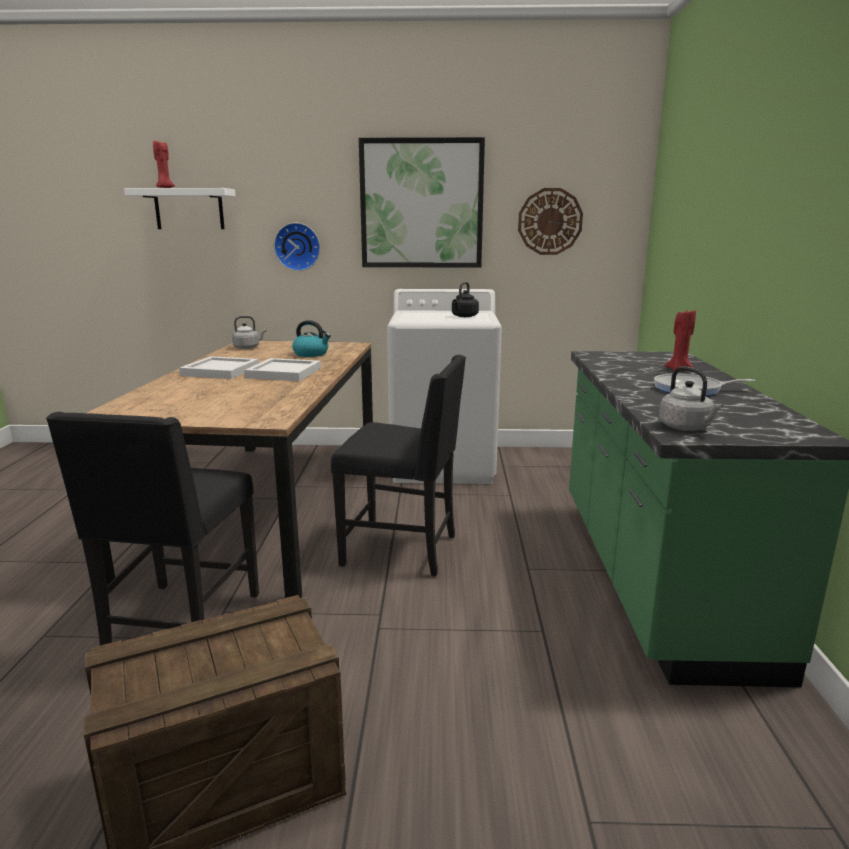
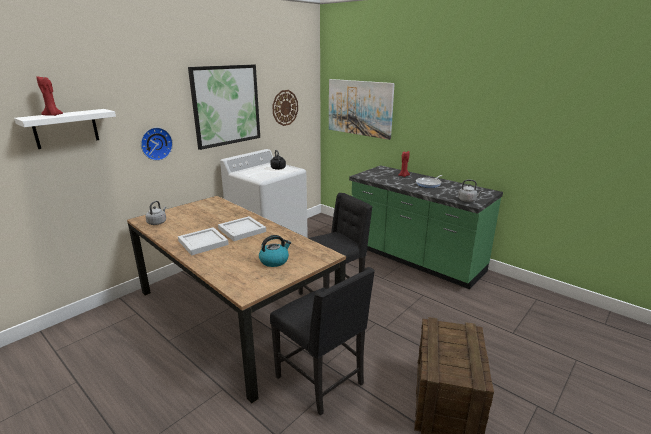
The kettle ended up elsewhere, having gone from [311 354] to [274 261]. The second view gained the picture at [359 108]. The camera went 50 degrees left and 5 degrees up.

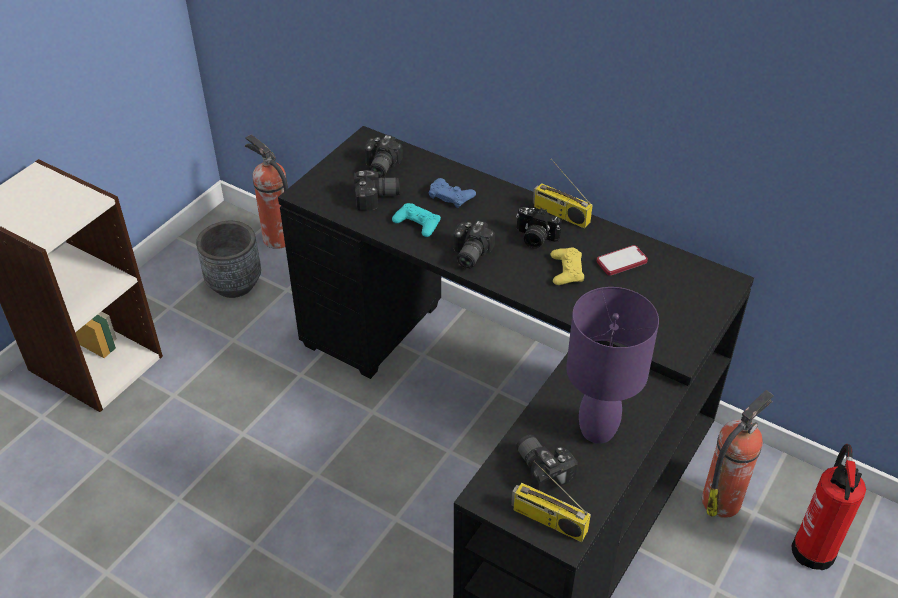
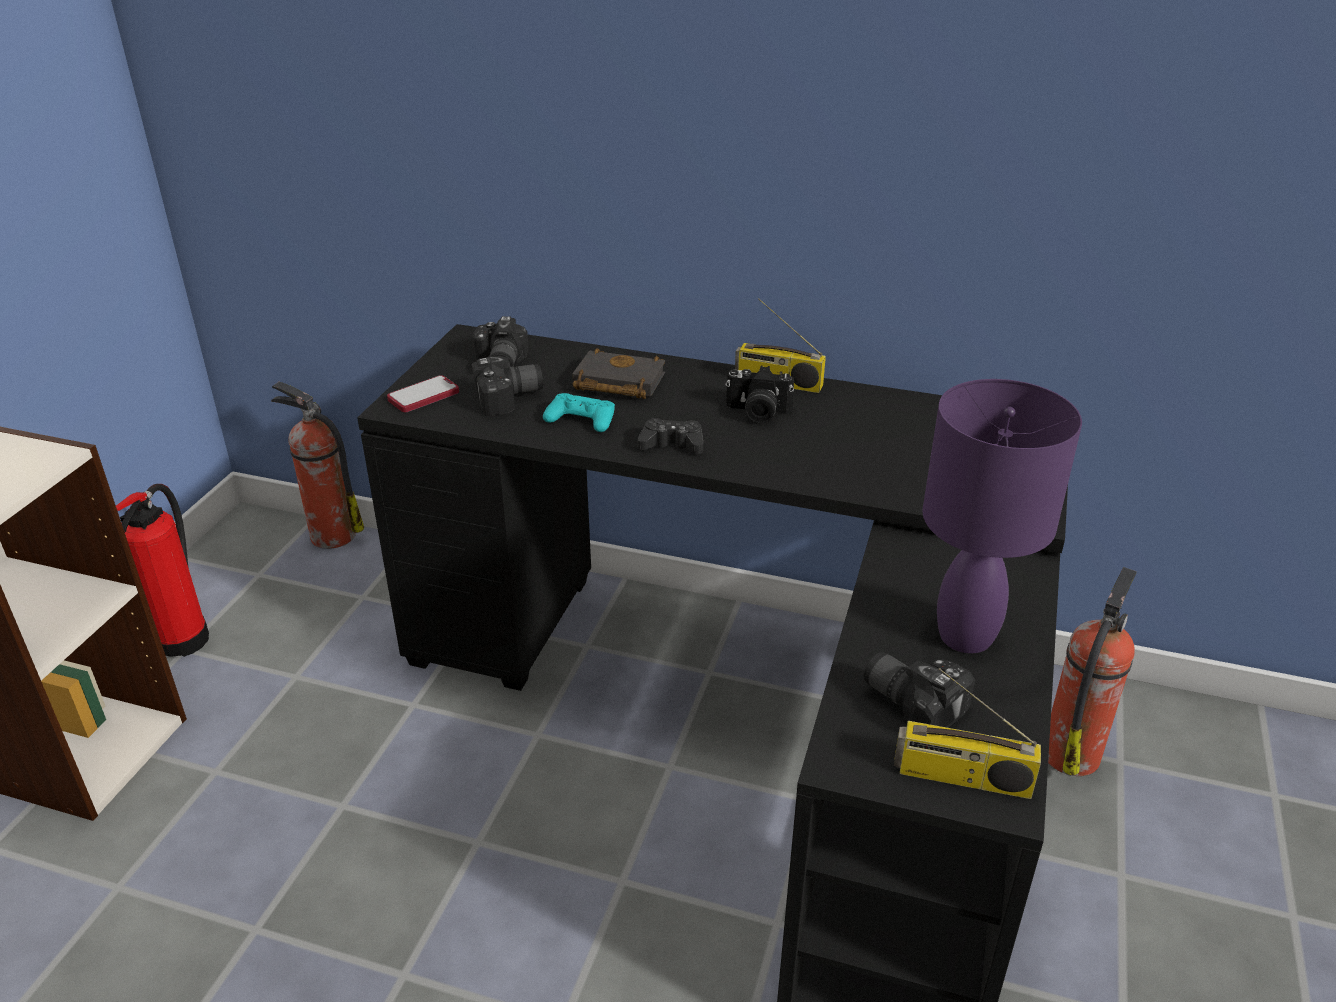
Where the blue game controller stood at [451 196], the black book came to stand at [616 382]. Where the photo camera stood at [468 254], the black game controller came to stand at [672 444]. The second view lost the grey planter at [234 284]. The phone ended up elsewhere, having gone from [621 261] to [423 396]. The second view lost the yellow game controller at [566 270]. The fire extinguisher ended up elsewhere, having gone from [814 547] to [185 636]. The camera went 15 degrees left and 10 degrees down.

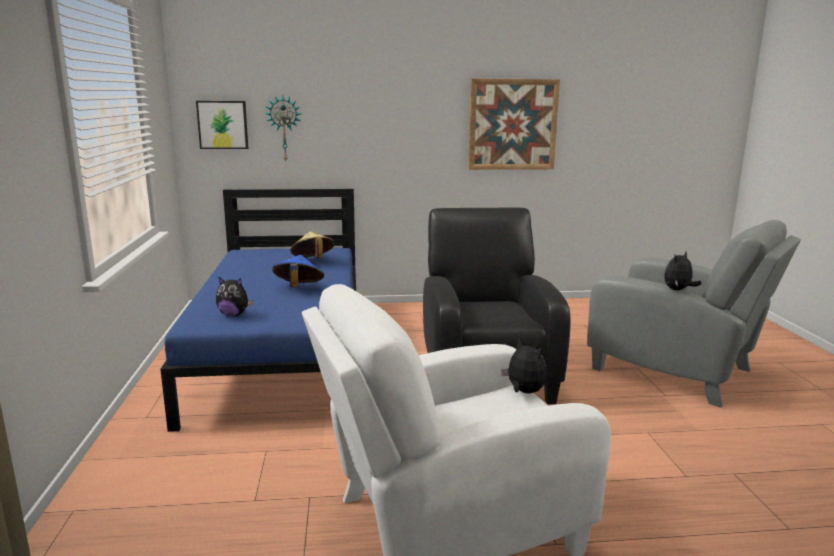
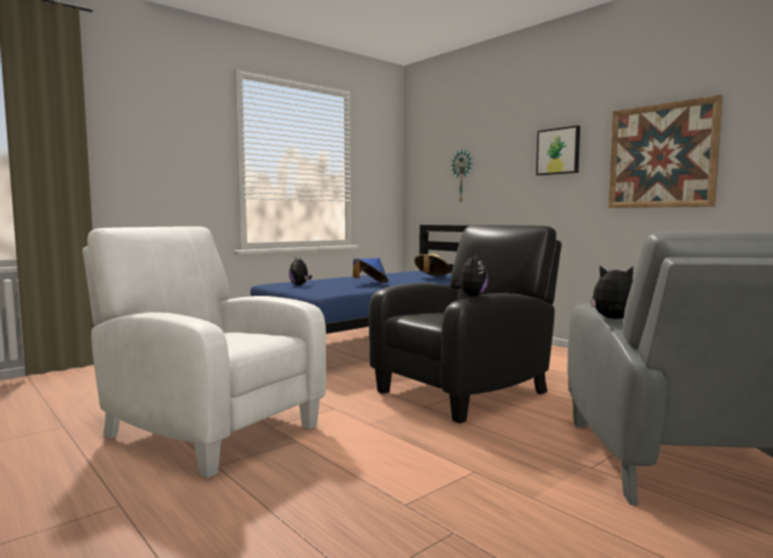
The picture ended up elsewhere, having gone from [223 124] to [558 151]. The plush toy ended up elsewhere, having gone from [524 392] to [471 296]. The camera went 55 degrees right and 10 degrees down.

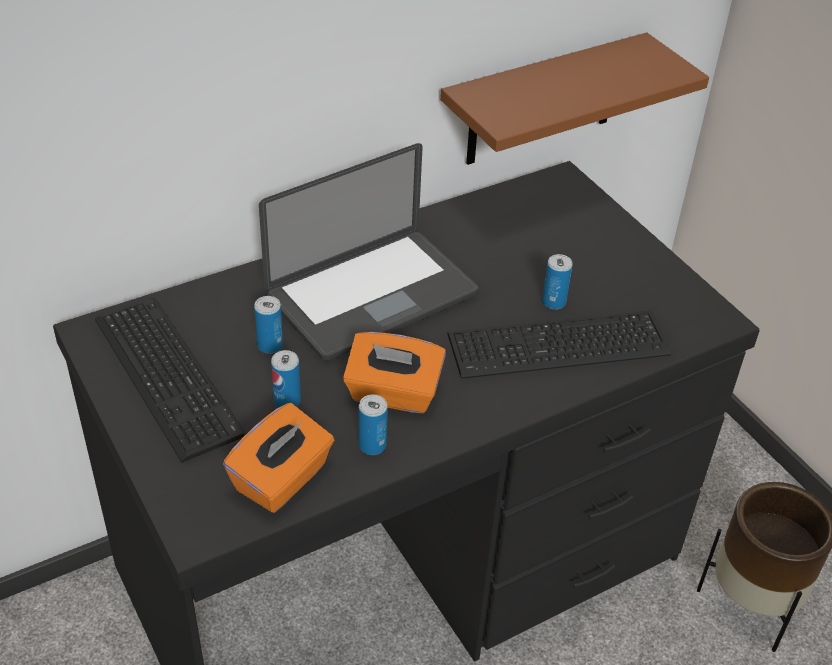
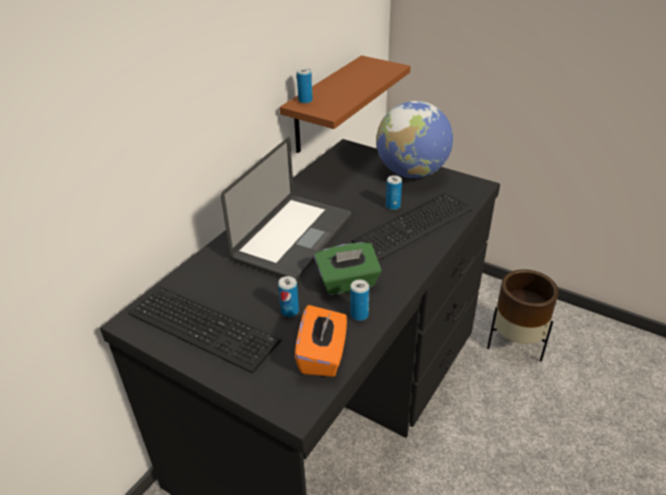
The can ended up elsewhere, having gone from [270 345] to [305 100]. What was the orange tissue box at [393 394] turned into the green tissue box at [348 283]. The second view gained the globe at [412 172]. The camera went 25 degrees left and 5 degrees down.

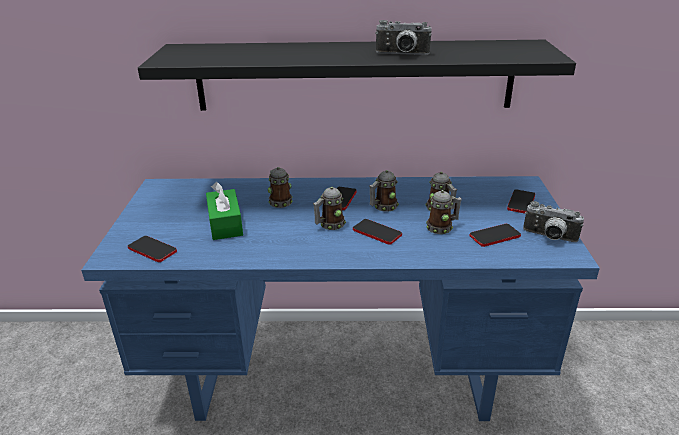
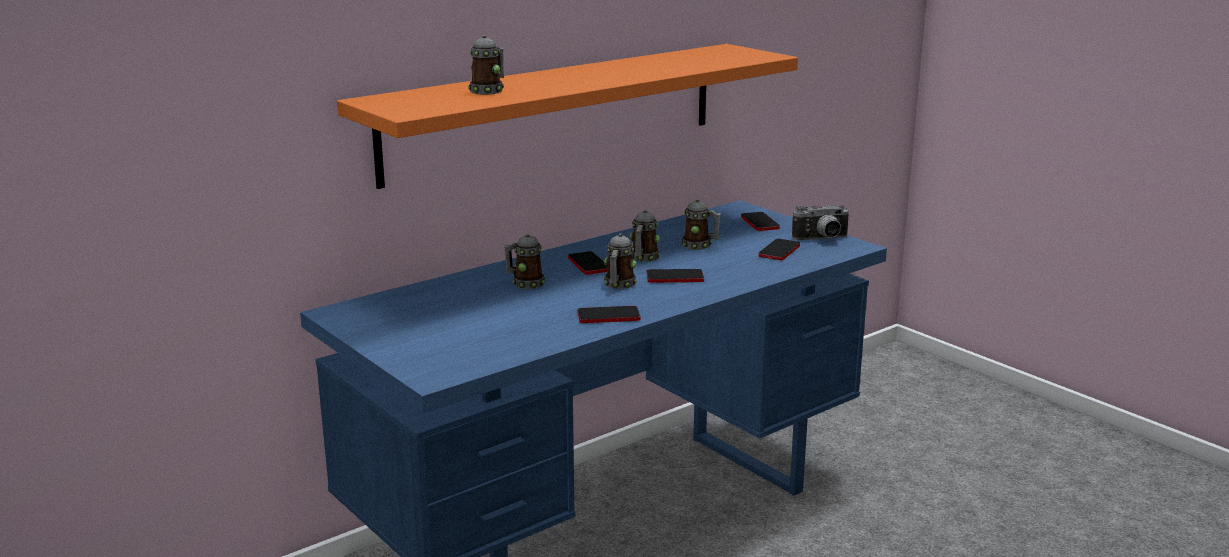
The second view lost the photo camera at [402 55]. What was the black shelf at [354 76] turned into the orange shelf at [555 111]. The second view lost the green tissue box at [225 224]. The mug ended up elsewhere, having gone from [442 227] to [489 90]. The phone ended up elsewhere, having gone from [152 250] to [608 316]. The camera went 40 degrees left and 10 degrees down.

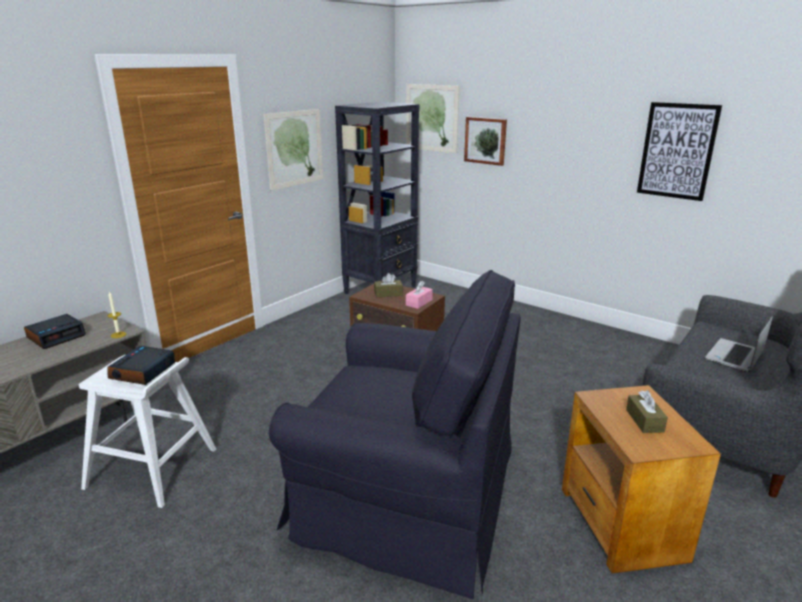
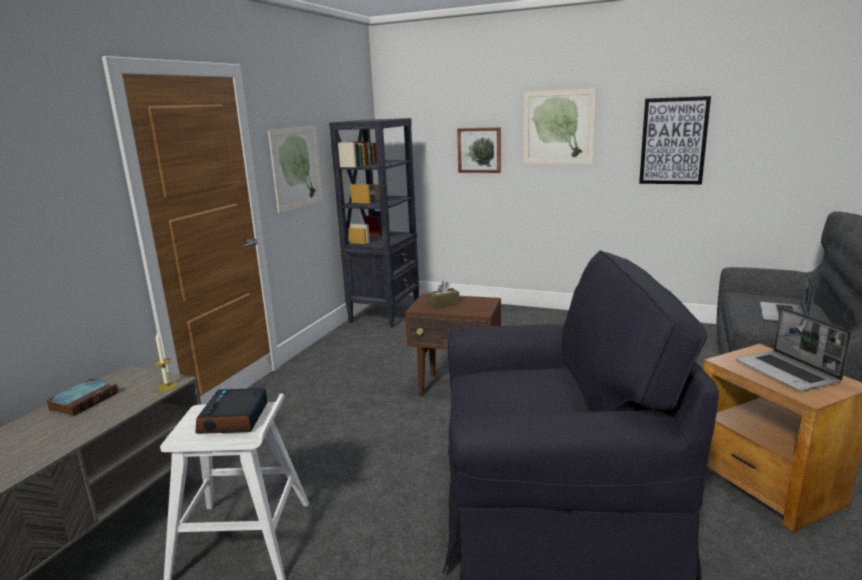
The picture ended up elsewhere, having gone from [431 118] to [558 127]. The second view lost the pink tissue box at [419 302]. Where the alarm clock stood at [57 336], the book came to stand at [84 400]. Where the brown tissue box stood at [644 420], the laptop came to stand at [788 372]. The camera went 15 degrees left and 5 degrees down.

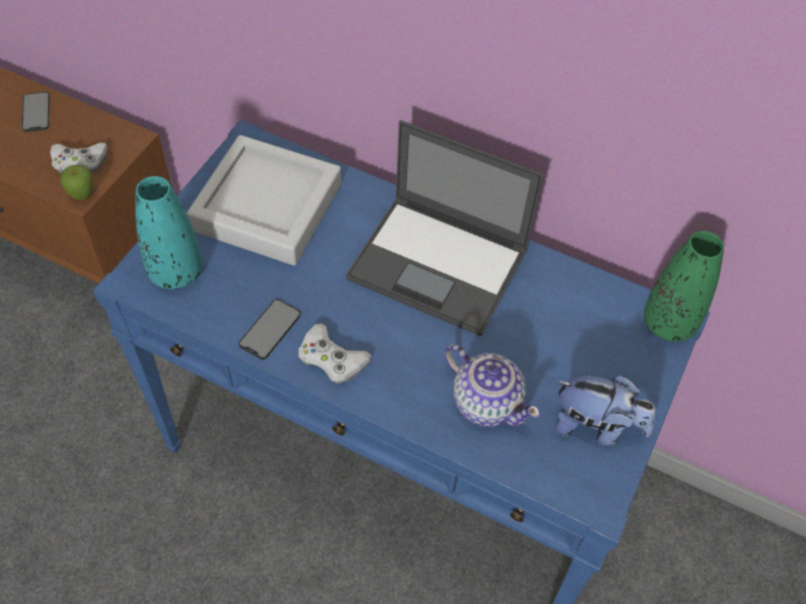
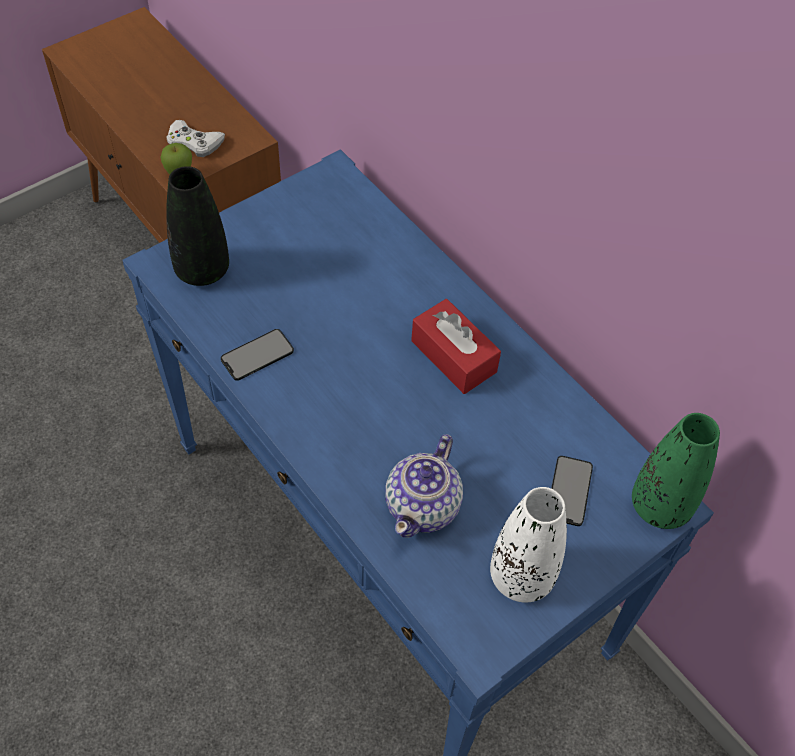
The phone ended up elsewhere, having gone from [36 112] to [569 491]. Where the laptop stood at [440 265], the red tissue box came to stand at [453 356]. The second view lost the grey tray at [267 207]. What was the turquoise vase at [176 272] turned into the black vase at [202 270]. The second view lost the white game controller at [332 358]. The teapot at [486 402] ended up facing another way, 45 degrees clockwise from before. Where the plush toy stood at [596 426], the white vase came to stand at [521 576]. The camera went 25 degrees right and 0 degrees up.

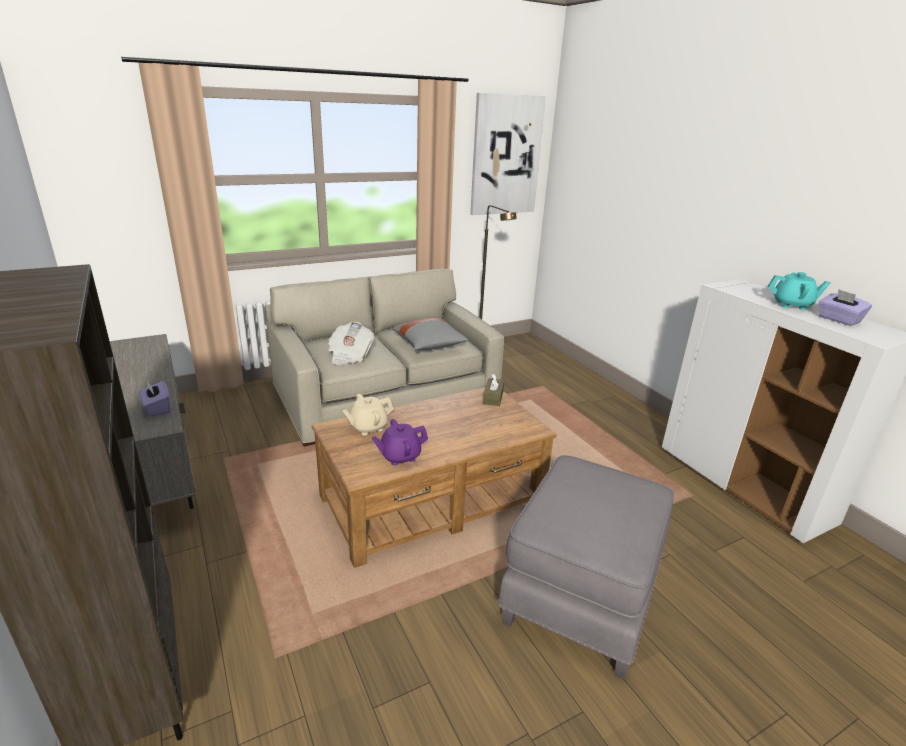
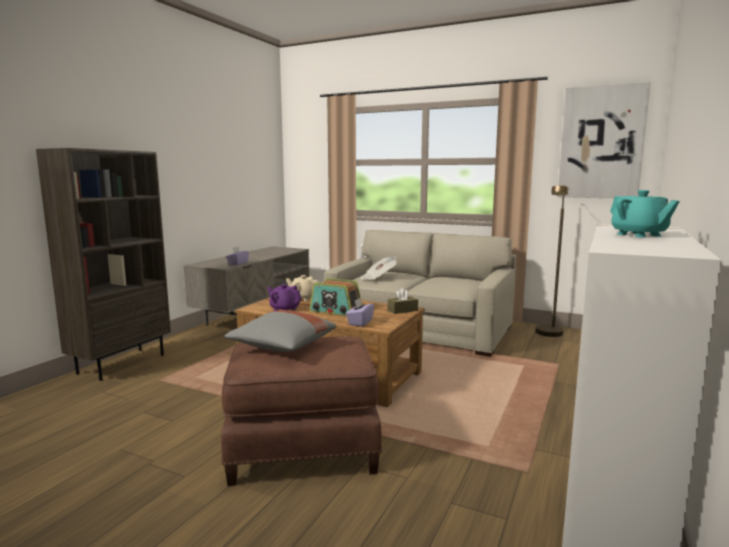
The purple tissue box ended up elsewhere, having gone from [838 320] to [360 322]. The grey pillow ended up elsewhere, having gone from [429 345] to [282 347]. What was the grey ottoman at [580 592] turned into the brown ottoman at [303 447]. The second view gained the radio at [335 310]. The camera went 55 degrees right and 15 degrees down.

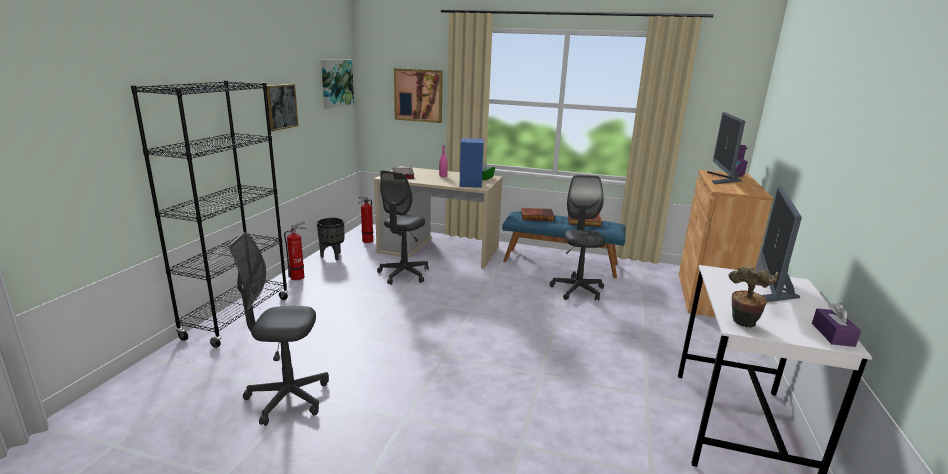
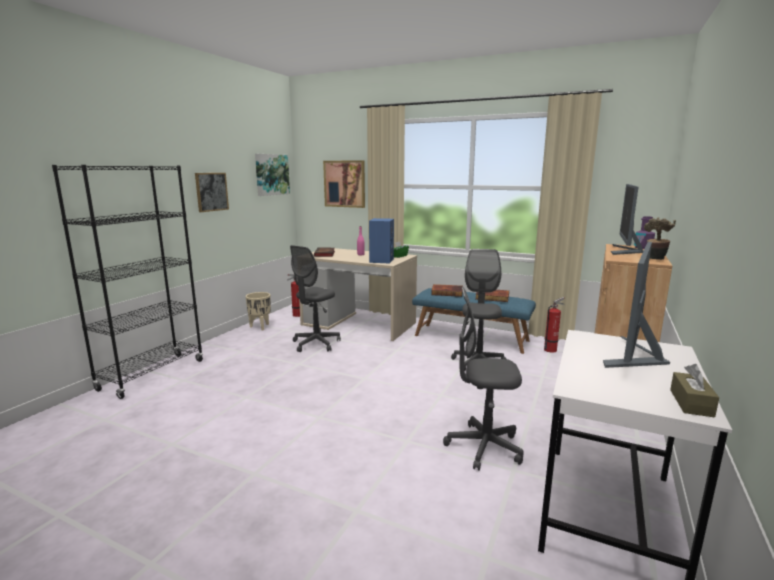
What was the black planter at [333 256] turned into the beige planter at [260 327]. The fire extinguisher ended up elsewhere, having gone from [299 277] to [551 349]. The grey office chair ended up elsewhere, having gone from [288 398] to [484 447]. The potted plant ended up elsewhere, having gone from [742 324] to [655 259]. What was the purple tissue box at [832 334] turned into the brown tissue box at [691 403]. The camera went 10 degrees right and 5 degrees down.

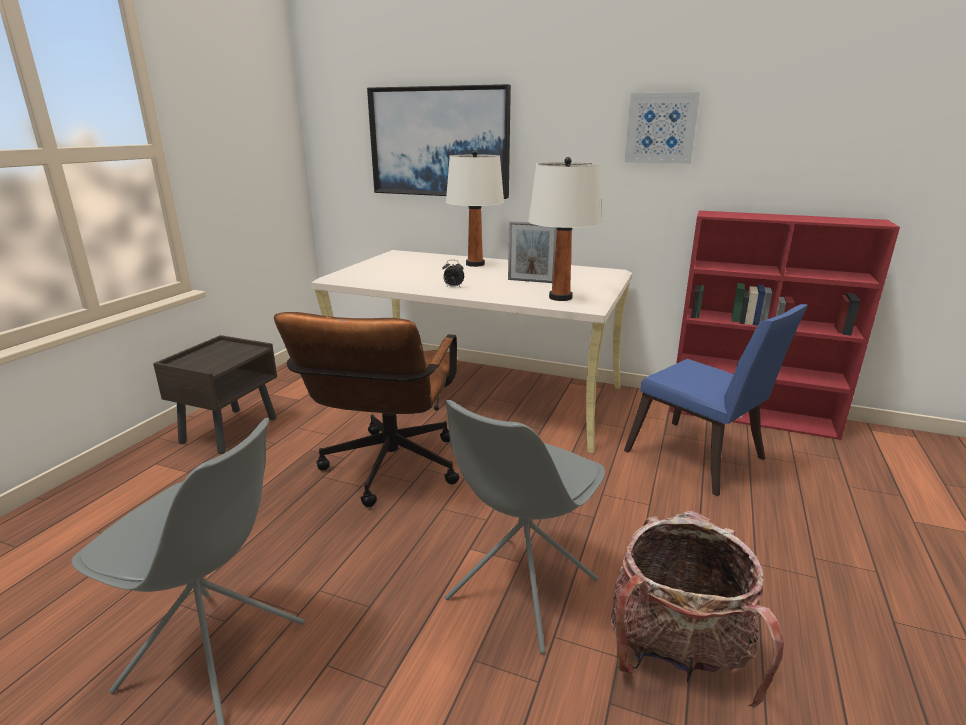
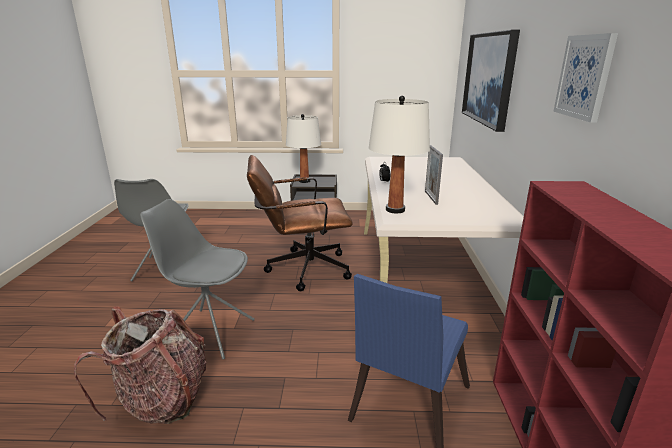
The white table lamp ended up elsewhere, having gone from [475 264] to [304 181]. The camera went 70 degrees right and 0 degrees up.

